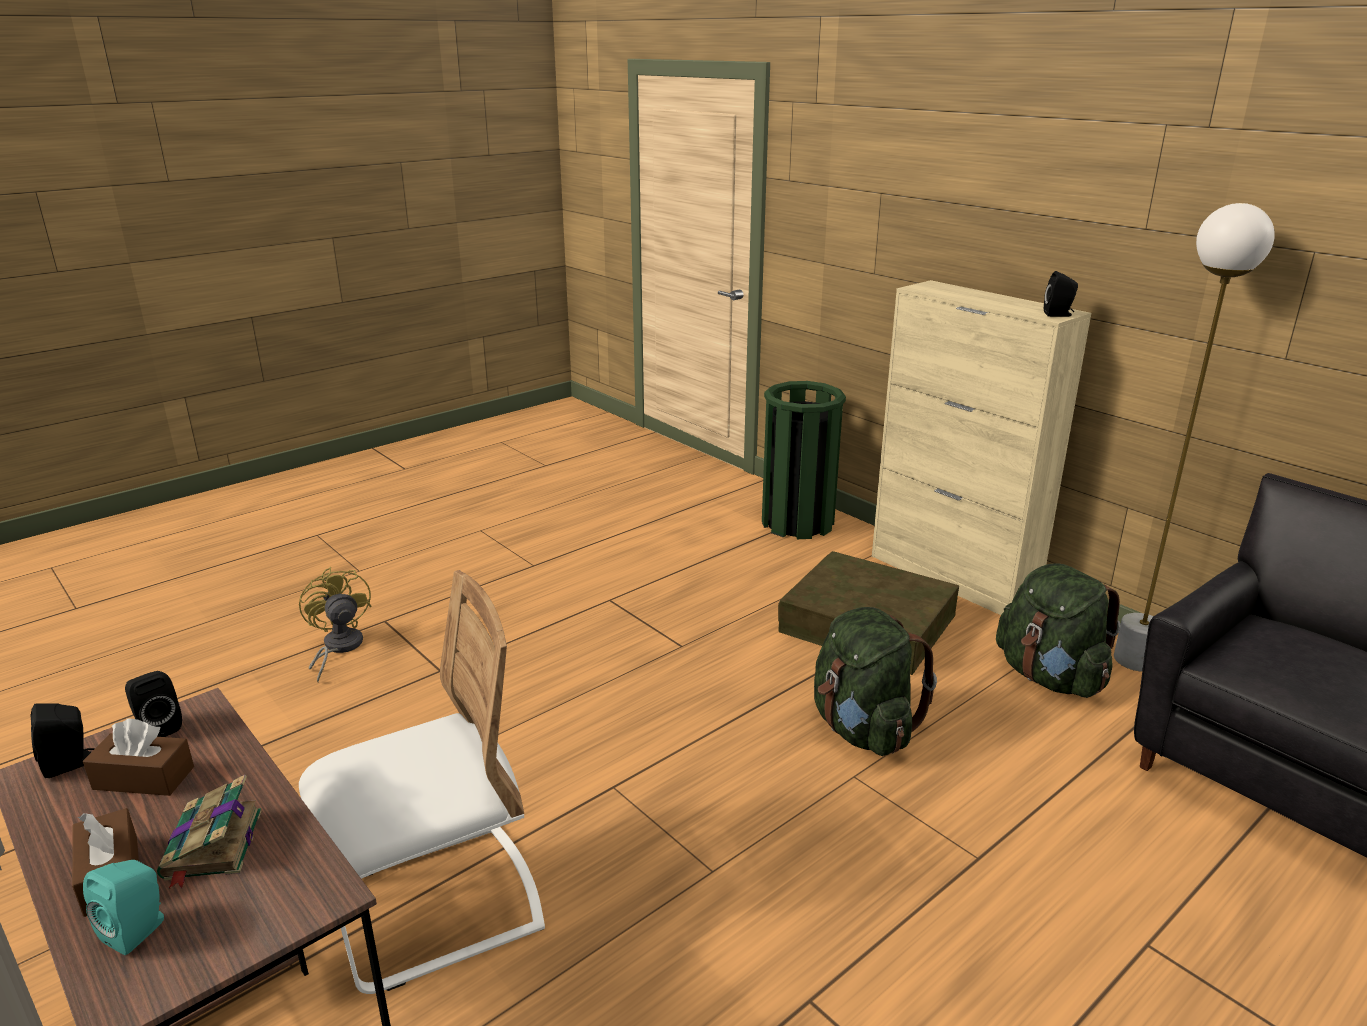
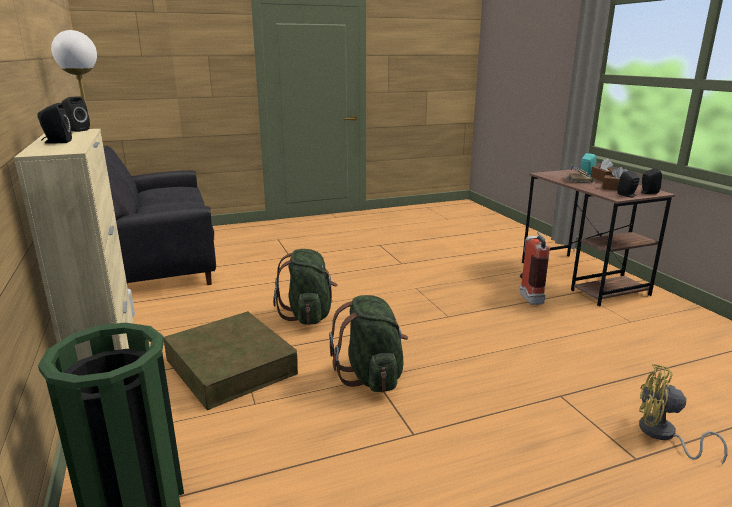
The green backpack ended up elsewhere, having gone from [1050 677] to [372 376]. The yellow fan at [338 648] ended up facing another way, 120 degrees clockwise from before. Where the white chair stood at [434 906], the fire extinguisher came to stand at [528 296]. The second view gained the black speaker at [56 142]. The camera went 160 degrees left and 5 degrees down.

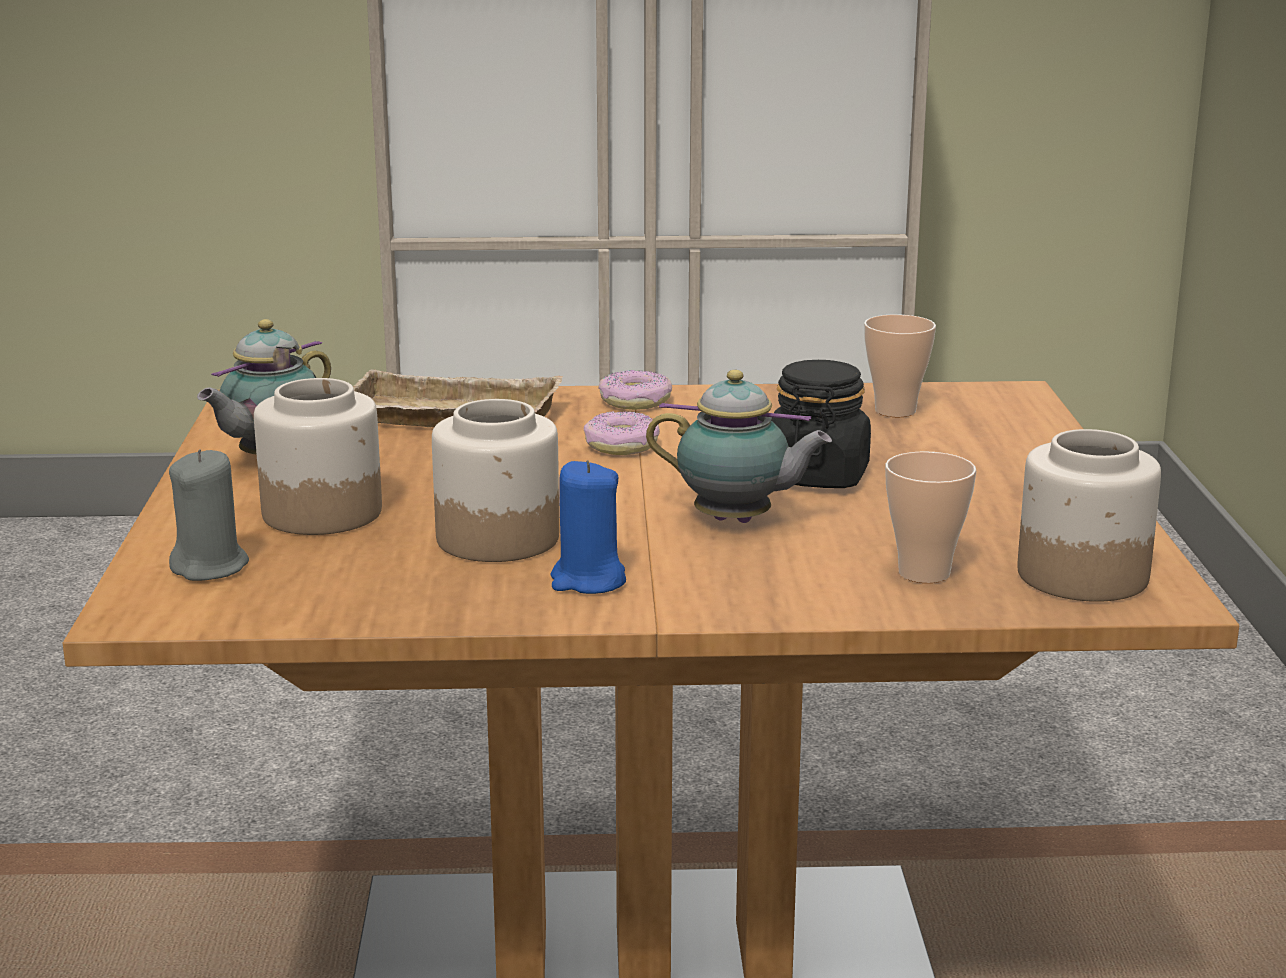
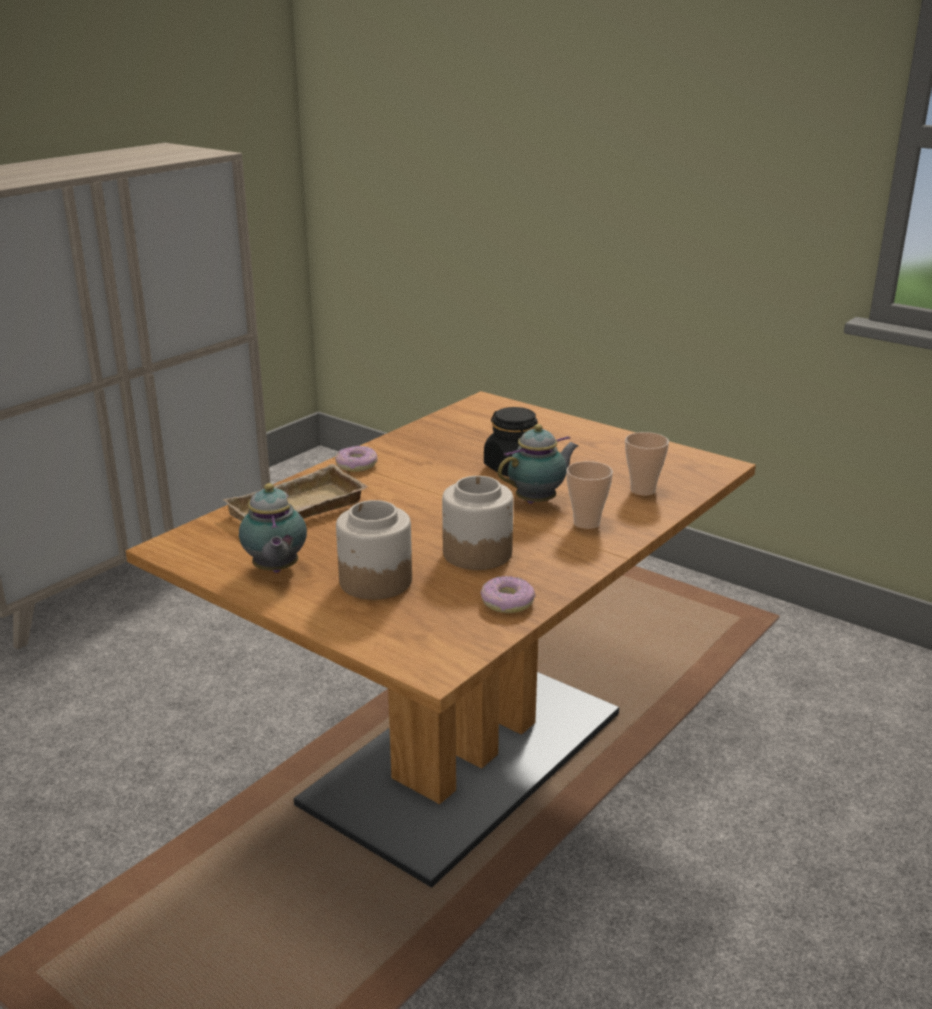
The cup ended up elsewhere, having gone from [895 411] to [586 523]. The donut ended up elsewhere, having gone from [621 445] to [507 602]. The second view lost the jar at [1080 576]. The second view lost the grey candle at [210 567]. The second view lost the blue candle at [588 581]. The camera went 50 degrees left and 5 degrees up.

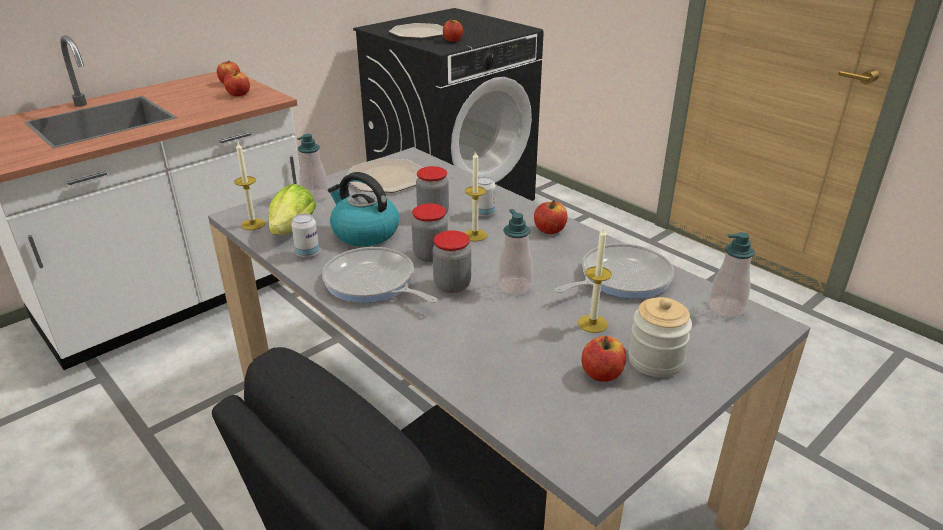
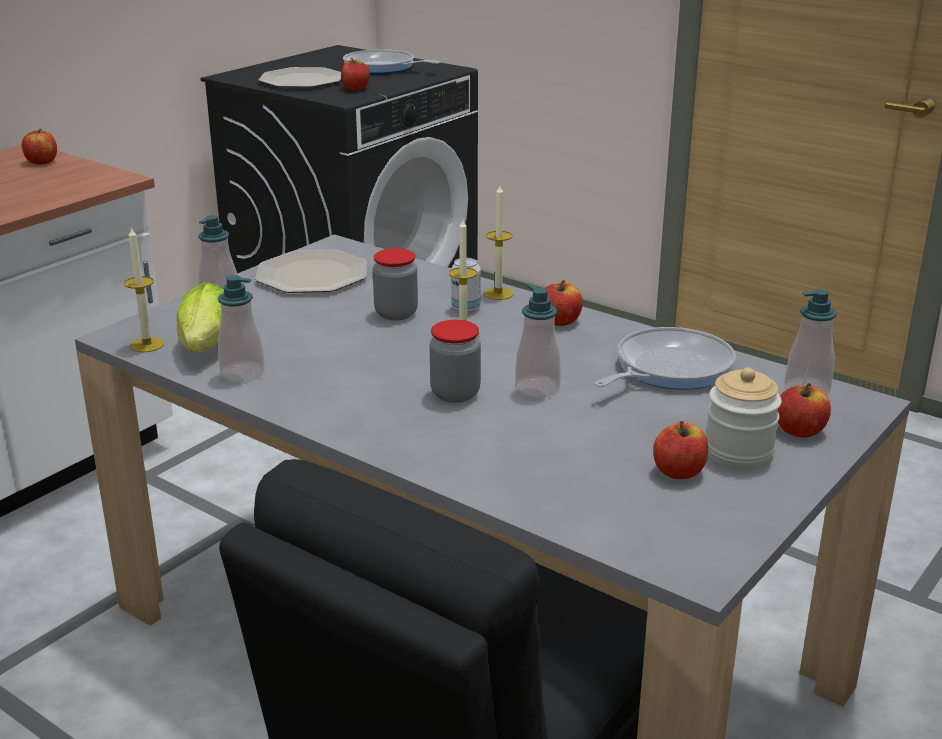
The apple ended up elsewhere, having gone from [238 94] to [800 431]. The second view lost the kettle at [364 233]. The second view lost the jar at [430 255]. Where the can stood at [307 254], the soap dispenser came to stand at [242 374]. The candle ended up elsewhere, having gone from [592 323] to [498 294]. The frying pan ended up elsewhere, having gone from [373 283] to [382 67]. The camera went 10 degrees left and 5 degrees down.

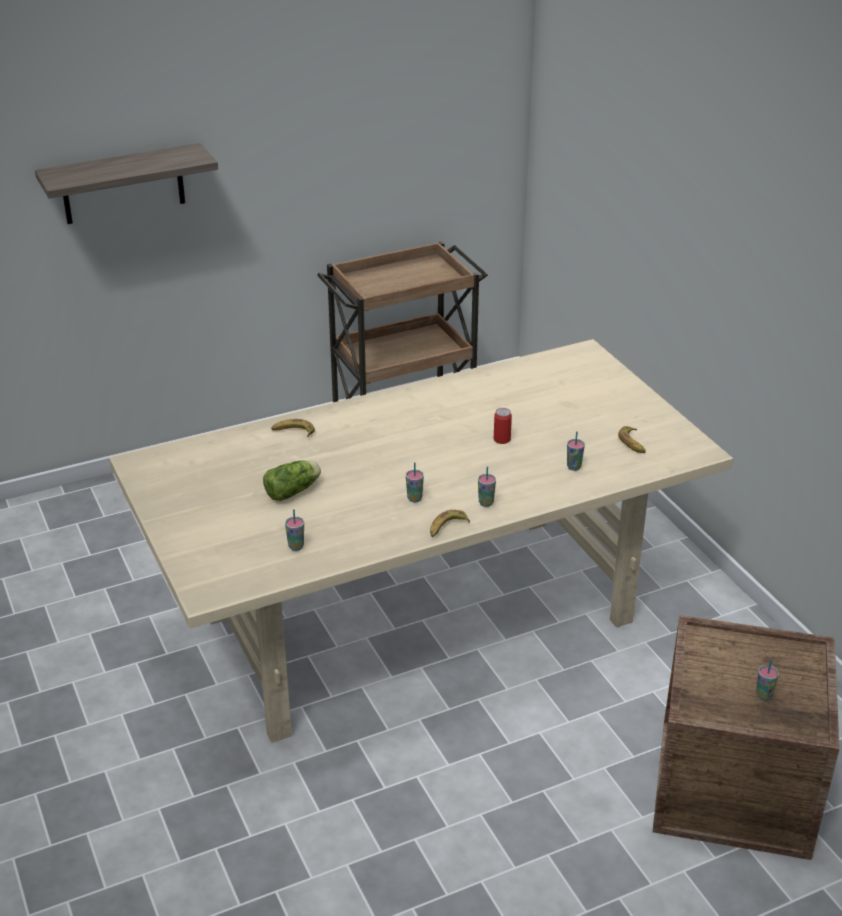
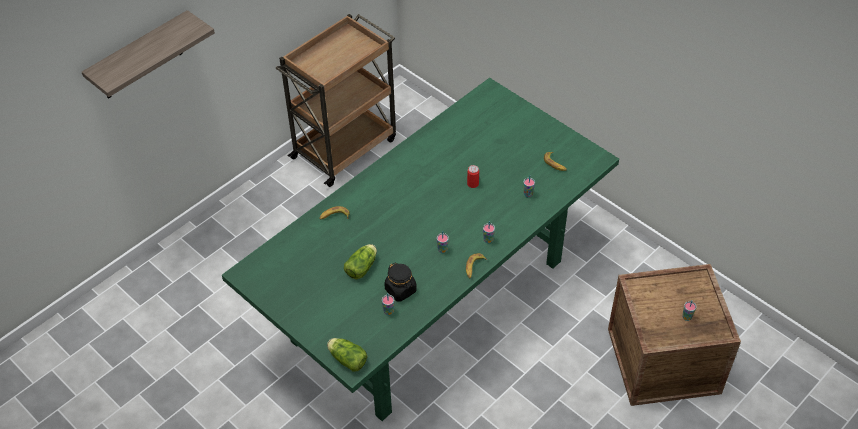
What was the beige dining table at [422 618] turned into the green dining table at [431 299]. The second view gained the black jar at [400 290]. The second view gained the lettuce at [346 359]. The camera went 20 degrees left and 15 degrees up.

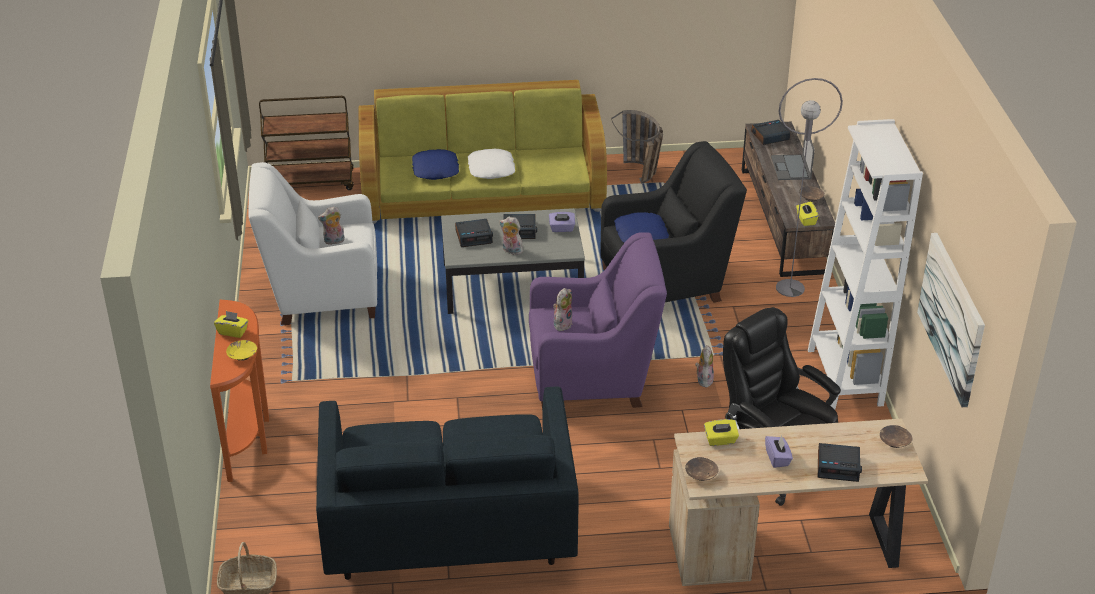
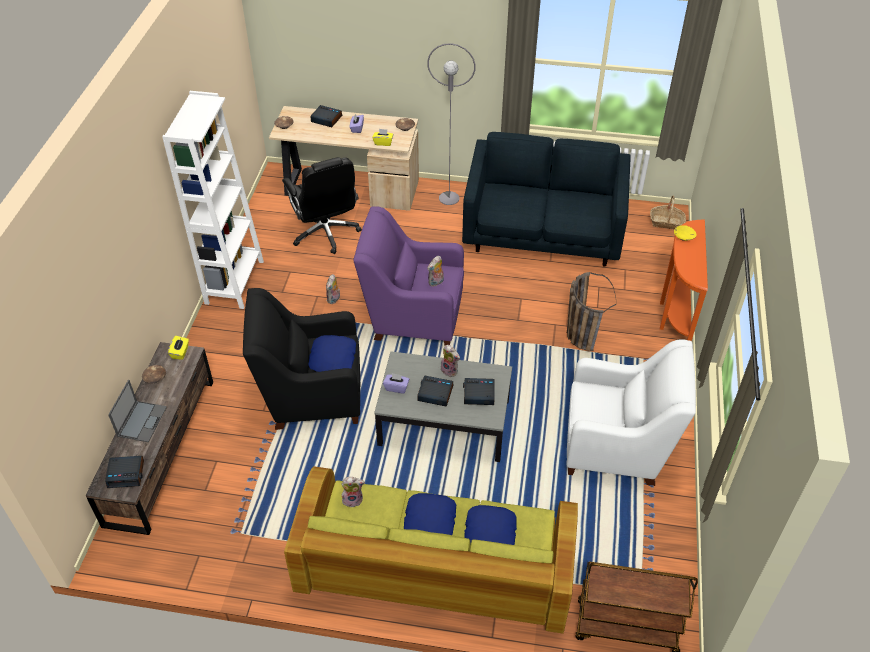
The grey floor lamp ended up elsewhere, having gone from [790 288] to [449 198]. The basket ended up elsewhere, having gone from [642 176] to [580 330]. What was the white pillow at [491 169] turned into the blue pillow at [429 521]. The plush toy ended up elsewhere, having gone from [334 241] to [353 499]. The second view lost the picture at [952 318]. The second view lost the yellow tissue box at [233 332]. The camera went 165 degrees left and 10 degrees up.

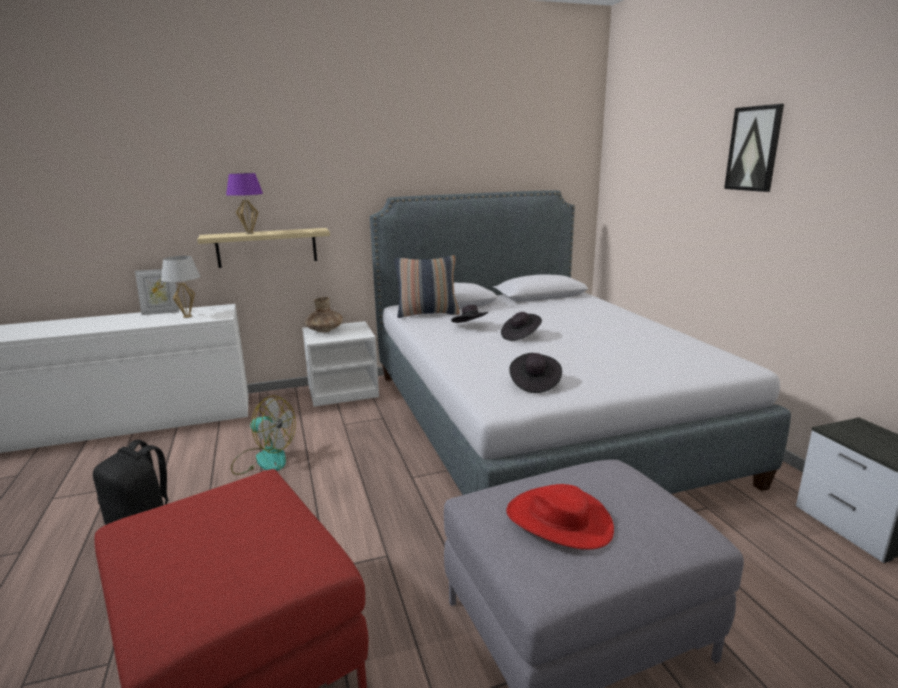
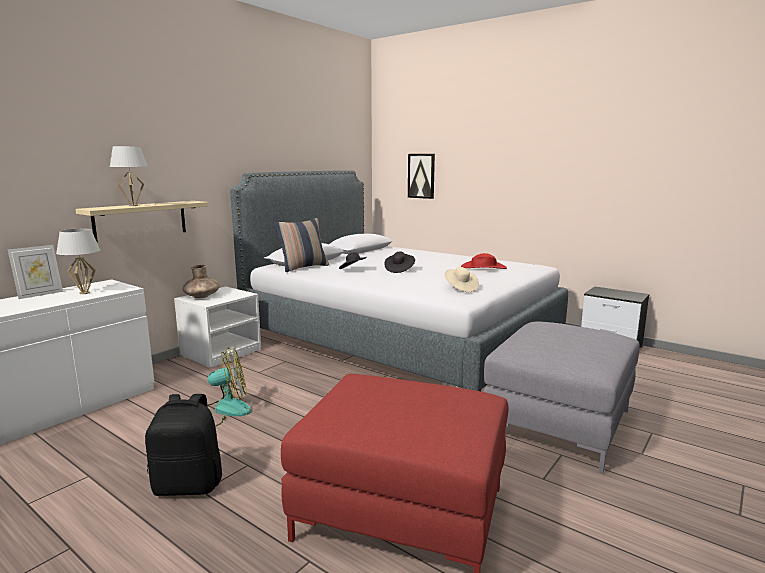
The picture ended up elsewhere, having gone from [754 149] to [421 176]. What was the purple table lamp at [249 233] turned into the white table lamp at [133 205]. What was the black hat at [534 383] turned into the beige hat at [460 288]. The red hat ended up elsewhere, having gone from [558 520] to [483 267]. The camera went 35 degrees left and 5 degrees down.

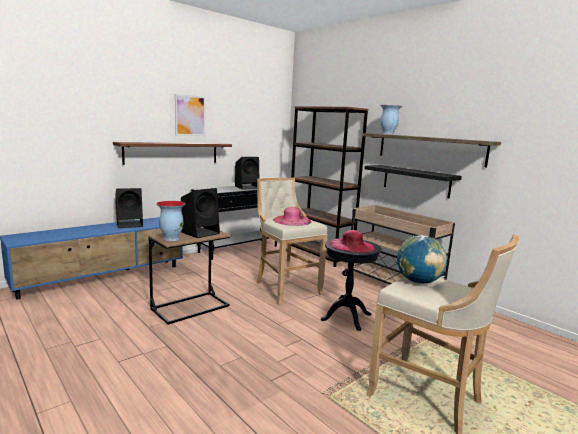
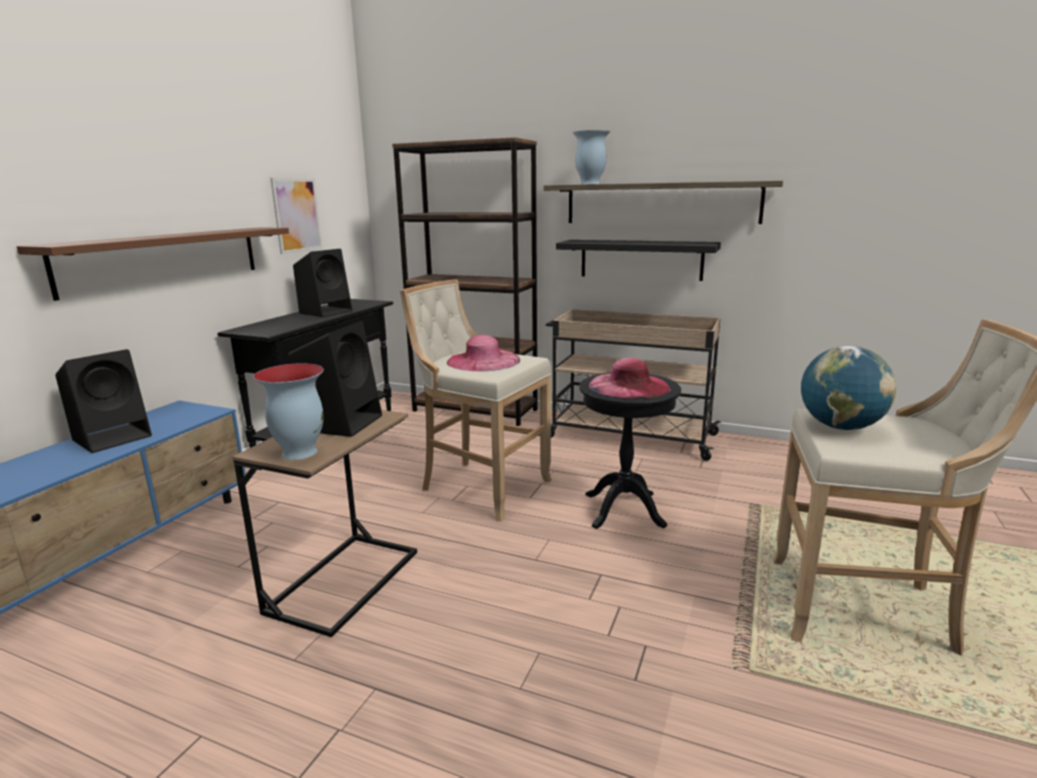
The picture ended up elsewhere, having gone from [190 115] to [297 215]. The camera went 25 degrees left and 5 degrees up.

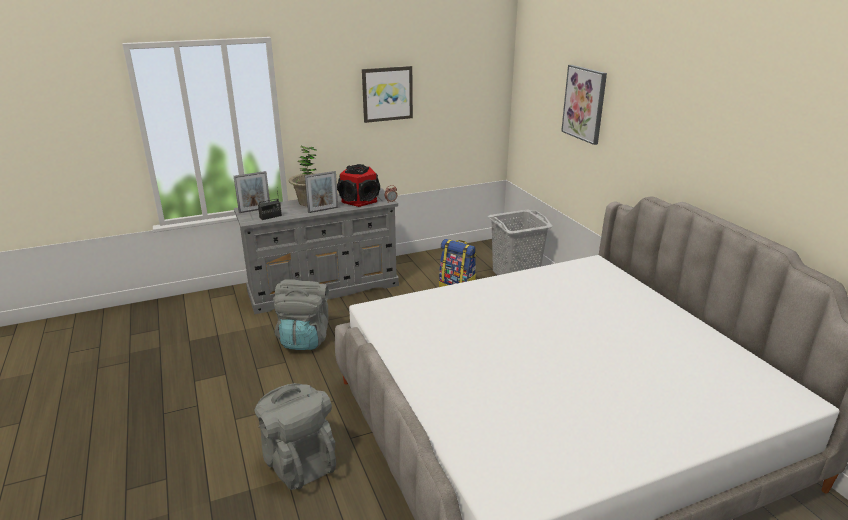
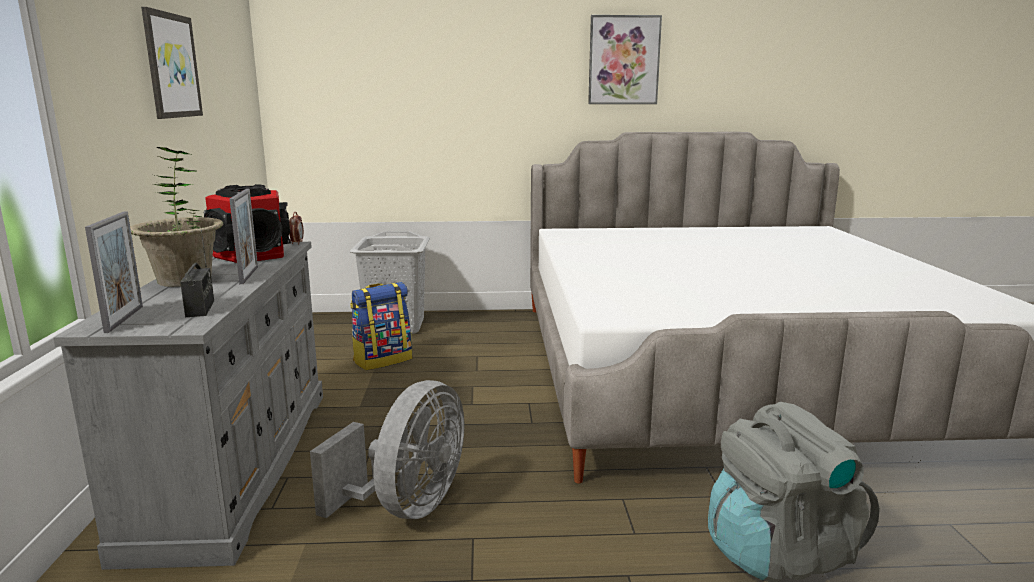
The picture ended up elsewhere, having gone from [584 104] to [623 60]. Where the grey backpack stood at [305 338], the grey fan came to stand at [407 506]. The camera went 70 degrees left and 10 degrees down.

